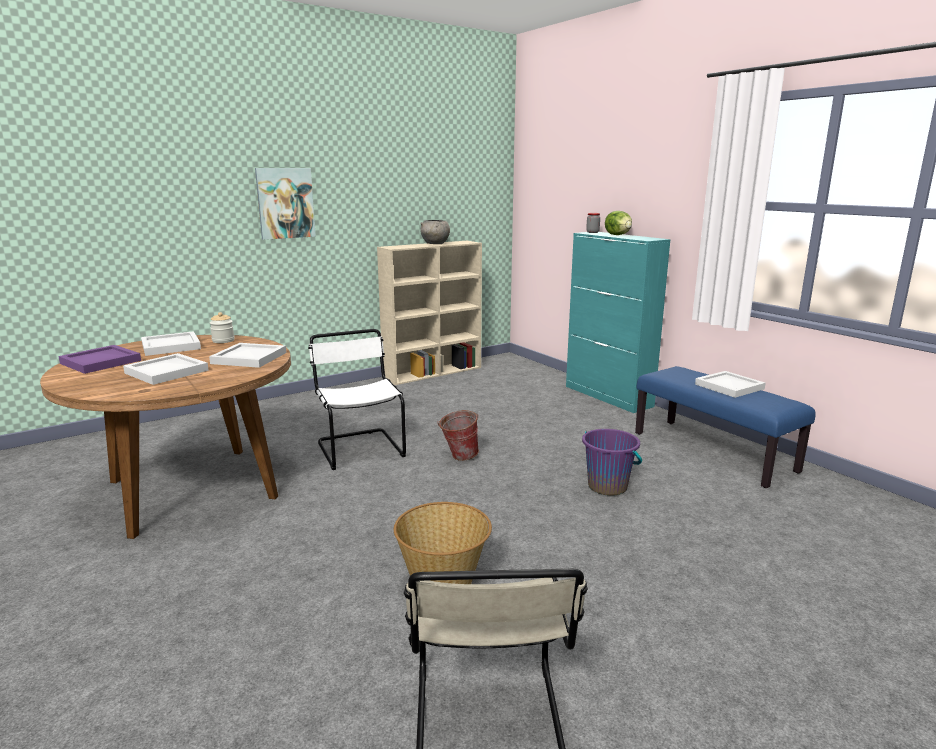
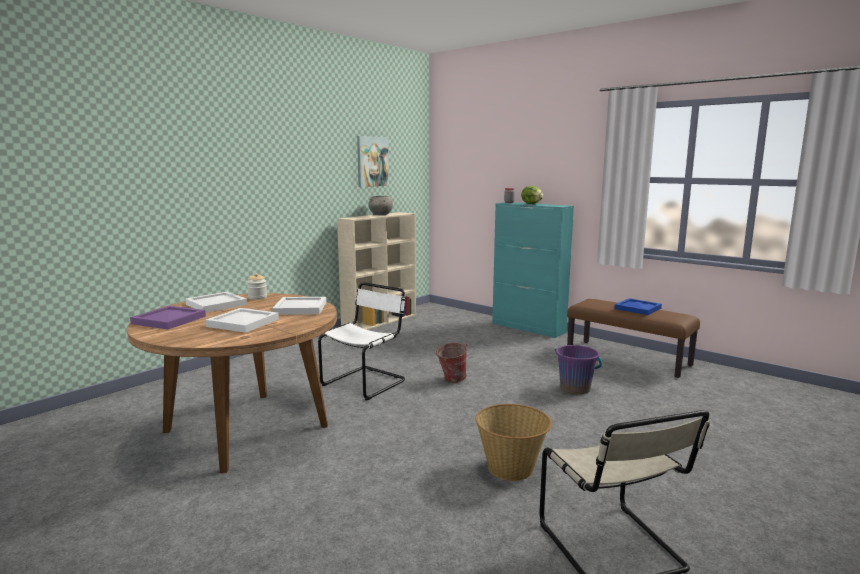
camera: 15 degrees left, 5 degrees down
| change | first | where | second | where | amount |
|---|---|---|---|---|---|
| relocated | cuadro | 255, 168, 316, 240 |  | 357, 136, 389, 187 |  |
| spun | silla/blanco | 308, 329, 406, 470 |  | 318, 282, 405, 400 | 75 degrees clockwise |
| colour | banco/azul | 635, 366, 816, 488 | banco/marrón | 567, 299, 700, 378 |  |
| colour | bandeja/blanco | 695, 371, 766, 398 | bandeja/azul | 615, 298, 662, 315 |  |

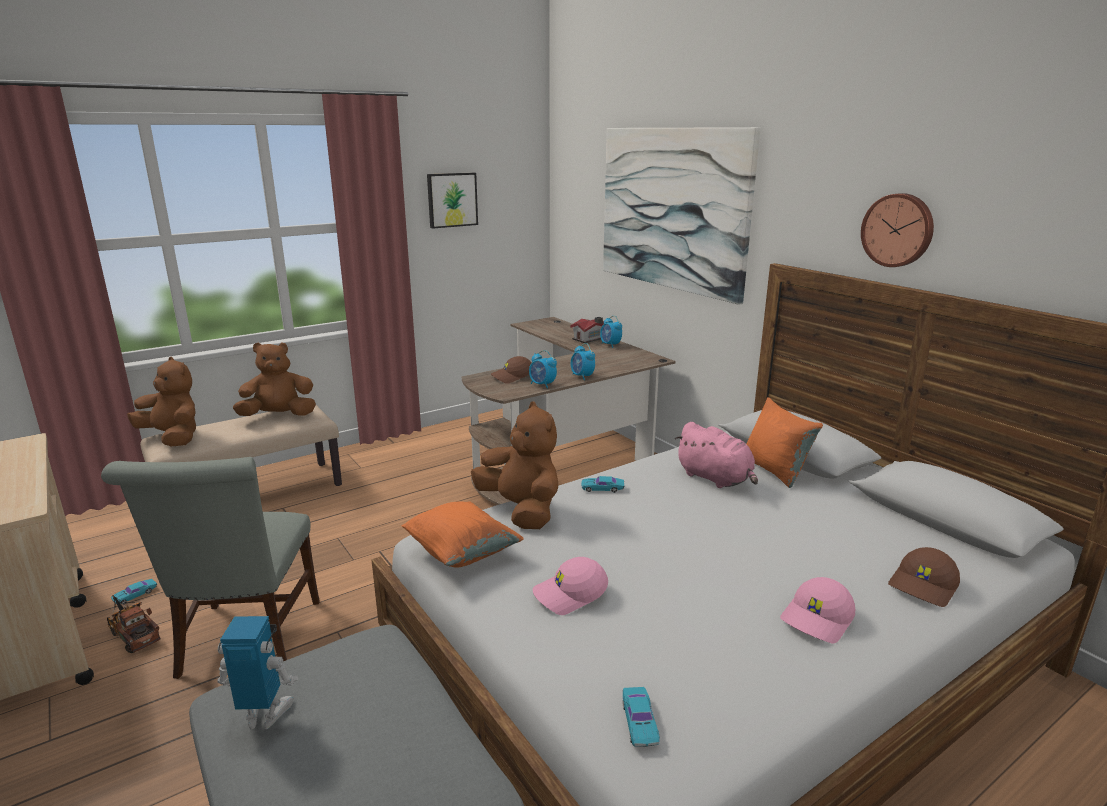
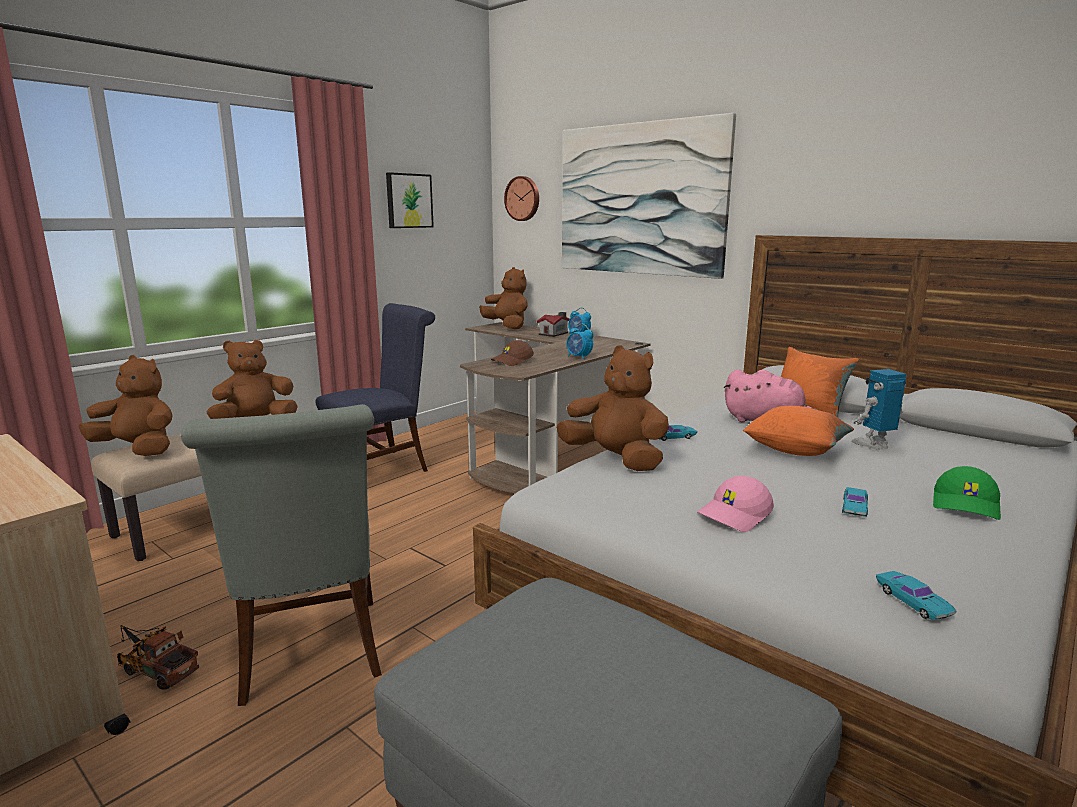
camera: 15 degrees left, 5 degrees down
| change | first | where | second | where | amount |
|---|---|---|---|---|---|
| relocated | coche de juguete/turquesa | 111, 579, 157, 605 |  | 842, 487, 868, 517 |  |
| relocated | robot de juguete | 217, 616, 298, 730 |  | 851, 369, 907, 450 |  |
| relocated | cojín/naranja | 402, 501, 524, 567 |  | 743, 406, 854, 456 |  |
| missing | despertador | 529, 350, 557, 389 |  |  |  |
| colour | gorra/rosa | 780, 577, 855, 643 | gorra/verde | 933, 466, 1001, 520 |  |
| relocated | reloj de pared | 861, 193, 934, 267 |  | 504, 176, 539, 221 |  |
| missing | gorra/marrón | 888, 547, 960, 607 |  |  |  |
| appeared |  |  | silla/azul | 315, 303, 435, 472 |  |
| appeared |  |  | peluche/marrón | 479, 267, 528, 329 |  |

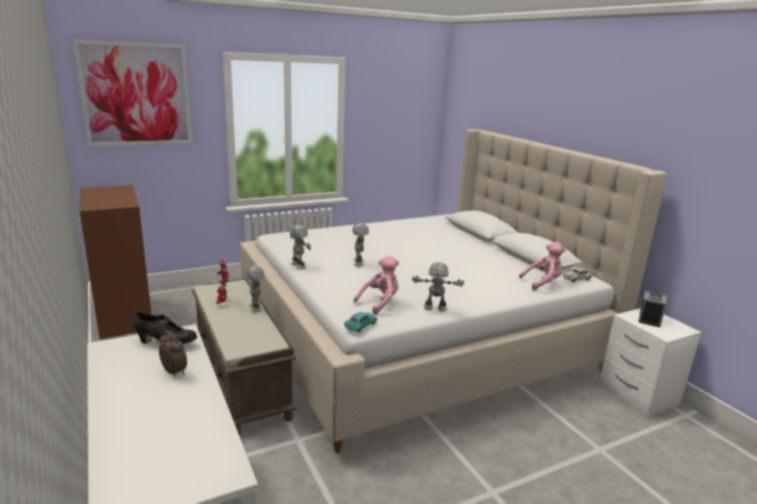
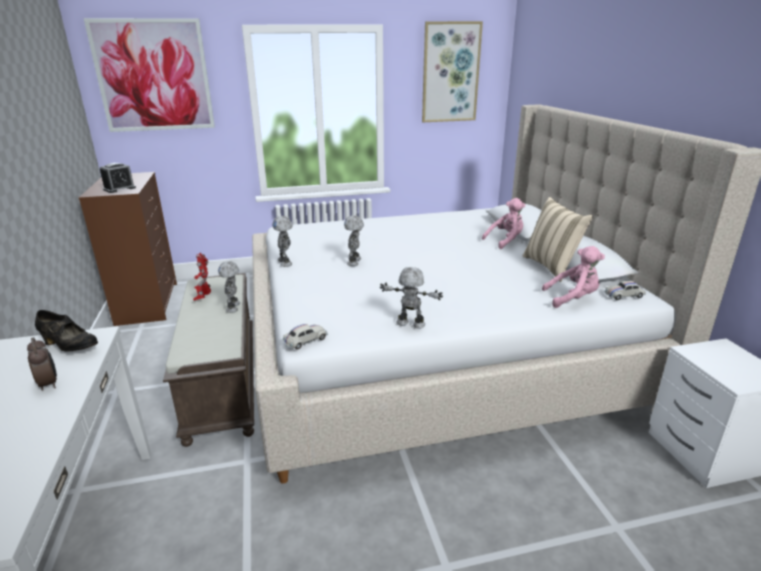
camera: 15 degrees right, 5 degrees up
| change | first | where | second | where | amount |
|---|---|---|---|---|---|
| colour | coche de juguete/turquesa | 344, 312, 377, 333 | coche de juguete/blanco | 283, 324, 328, 350 |  |
| relocated | peluche/rosa | 354, 256, 399, 315 |  | 482, 198, 526, 249 |  |
| relocated | despertador | 638, 291, 667, 327 |  | 100, 163, 136, 193 |  |
| appeared |  |  | cuadro | 422, 21, 483, 122 |  |
| appeared |  |  | cojín/beis | 522, 197, 593, 282 |  |

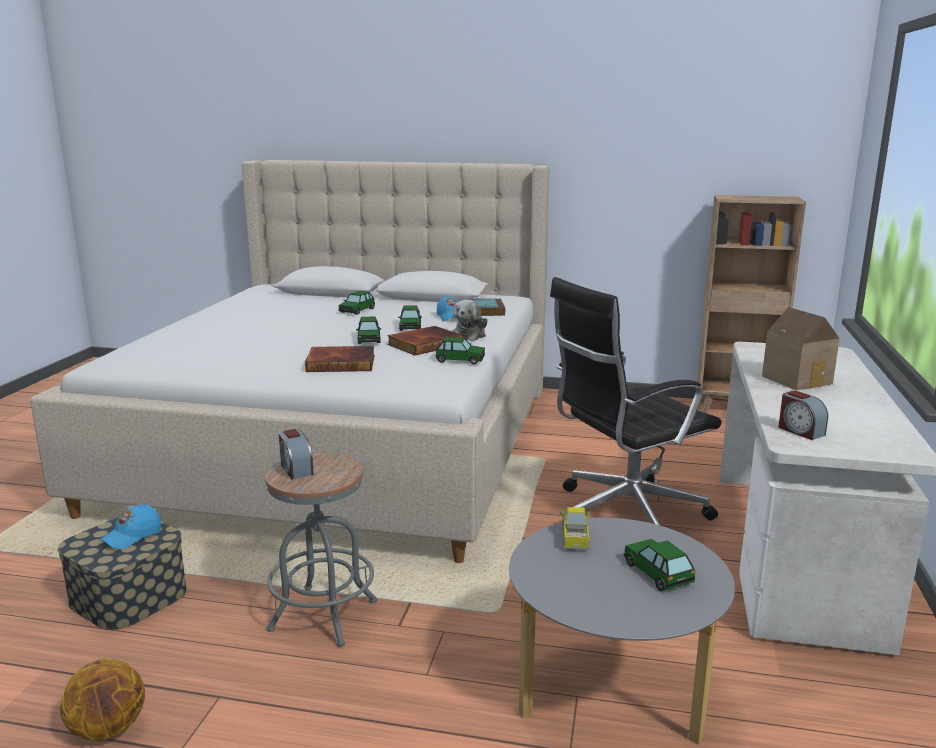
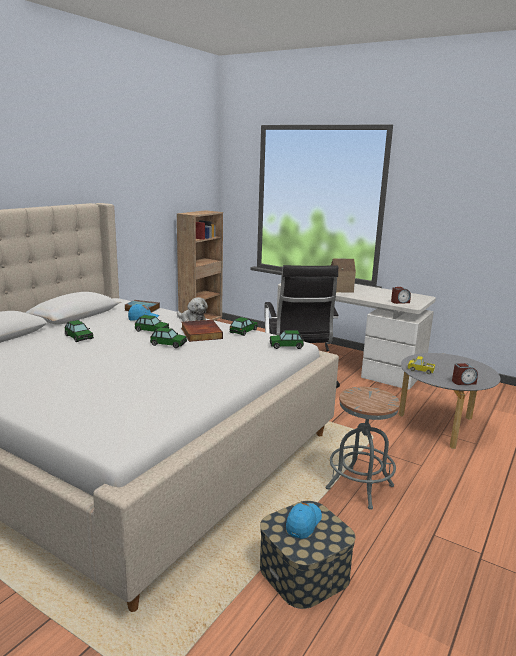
camera: 70 degrees left, 0 degrees up
| change | first | where | second | where | amount |
|---|---|---|---|---|---|
| missing | balón de baloncesto | 60, 658, 145, 741 |  |  |  |
| spun | gorra/azul | 100, 505, 161, 549 |  | 286, 503, 322, 539 | 120 degrees counterclockwise |
| relocated | despertador | 279, 429, 314, 479 |  | 452, 363, 478, 385 |  |
| missing | libro | 305, 346, 375, 372 |  |  |  |
| relocated | coche de juguete | 624, 539, 695, 591 |  | 270, 330, 304, 349 |  |

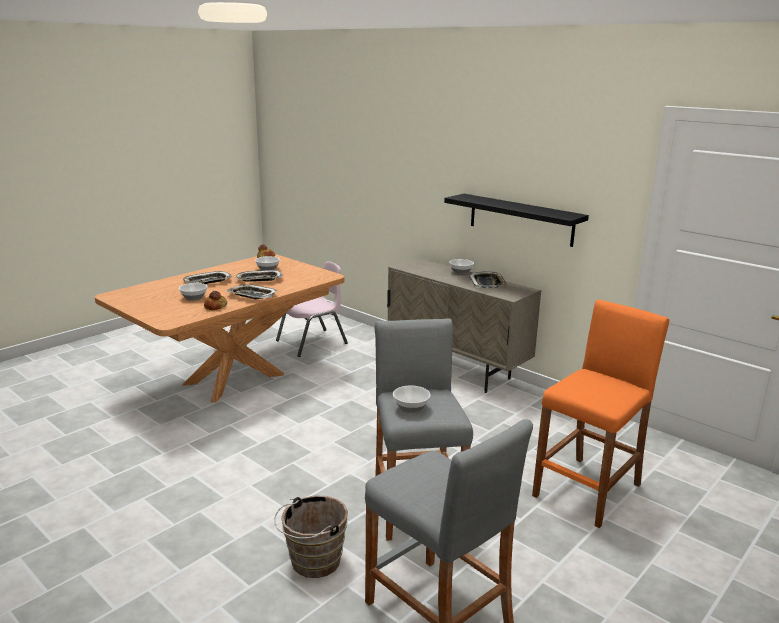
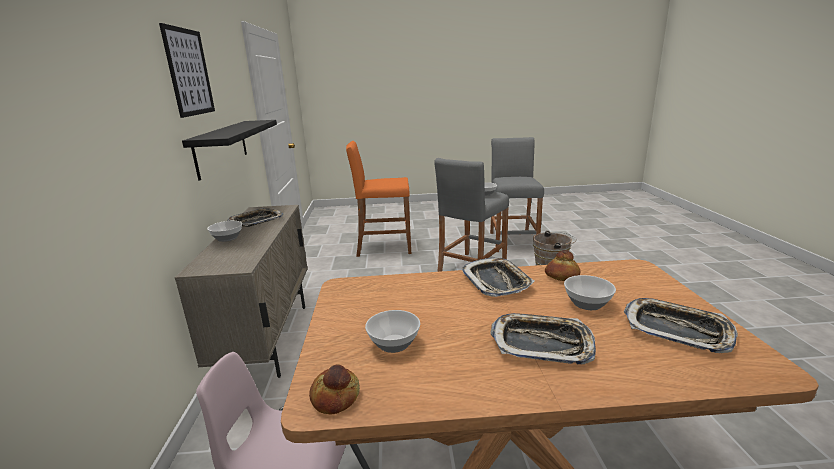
camera: 135 degrees left, 0 degrees up
| change | first | where | second | where | amount |
|---|---|---|---|---|---|
| relocated | bandeja | 236, 270, 283, 282 |  | 624, 298, 738, 353 |  |
| appeared |  |  | cuadro | 159, 23, 215, 118 |  |

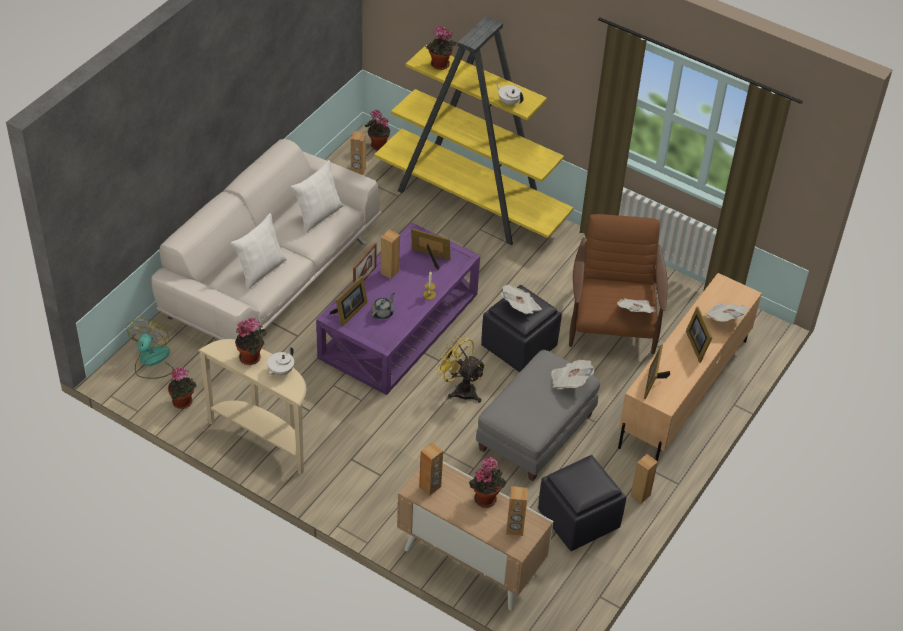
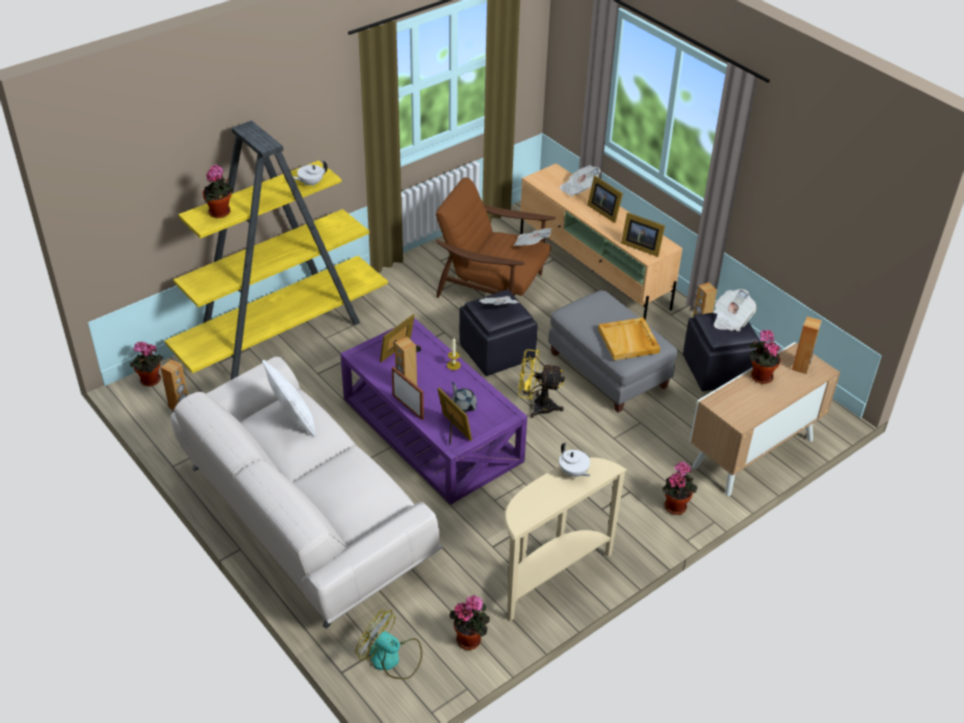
camera: 70 degrees left, 5 degrees down
| change | first | where | second | where | amount |
|---|---|---|---|---|---|
| missing | cojín/blanco | 231, 214, 287, 289 |  |  |  |
| relocated | planta en maceta | 235, 318, 267, 365 |  | 662, 462, 697, 515 |  |
| missing | altavoz/marrón | 419, 442, 443, 496 |  |  |  |
| spun | ventilador/amarillo | 435, 336, 486, 403 |  | 518, 349, 565, 418 | 45 degrees clockwise |
| relocated | periódico | 551, 360, 594, 389 |  | 714, 289, 756, 331 |  |
| spun | portarretratos | 686, 306, 712, 363 |  | 587, 176, 623, 223 | 45 degrees clockwise |
| appeared |  |  | bandeja/beis | 598, 317, 660, 360 |  |

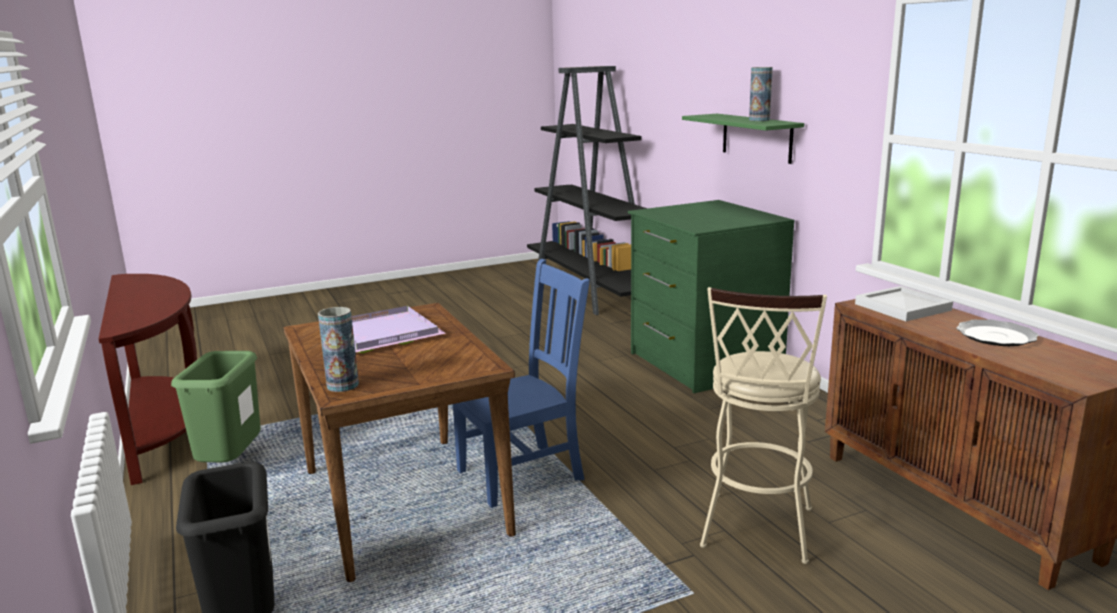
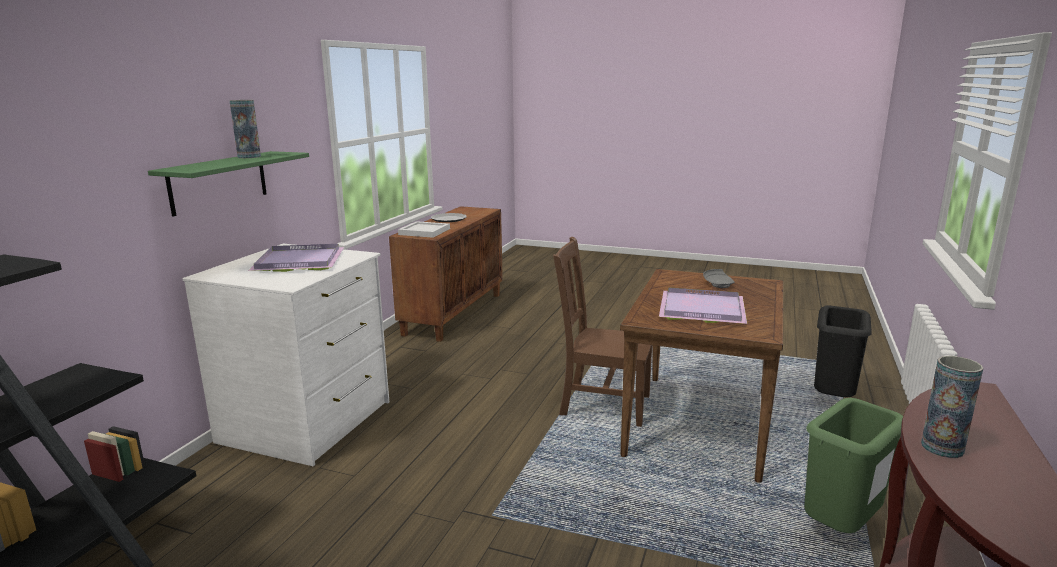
camera: 135 degrees left, 0 degrees up
| change | first | where | second | where | amount |
|---|---|---|---|---|---|
| relocated | florero | 318, 307, 359, 392 |  | 921, 356, 983, 458 |  |
| colour | silla/azul | 453, 259, 590, 508 | silla/marrón | 553, 237, 652, 427 |  |
| colour | cómoda/verde | 628, 200, 795, 393 | cómoda/blanco | 182, 244, 389, 466 |  |
| missing | taburete/beis | 700, 287, 827, 564 |  |  |  |
| appeared |  |  | bandeja/morado | 248, 244, 344, 272 |  |
| appeared |  |  | plato/gris | 703, 269, 735, 288 |  |

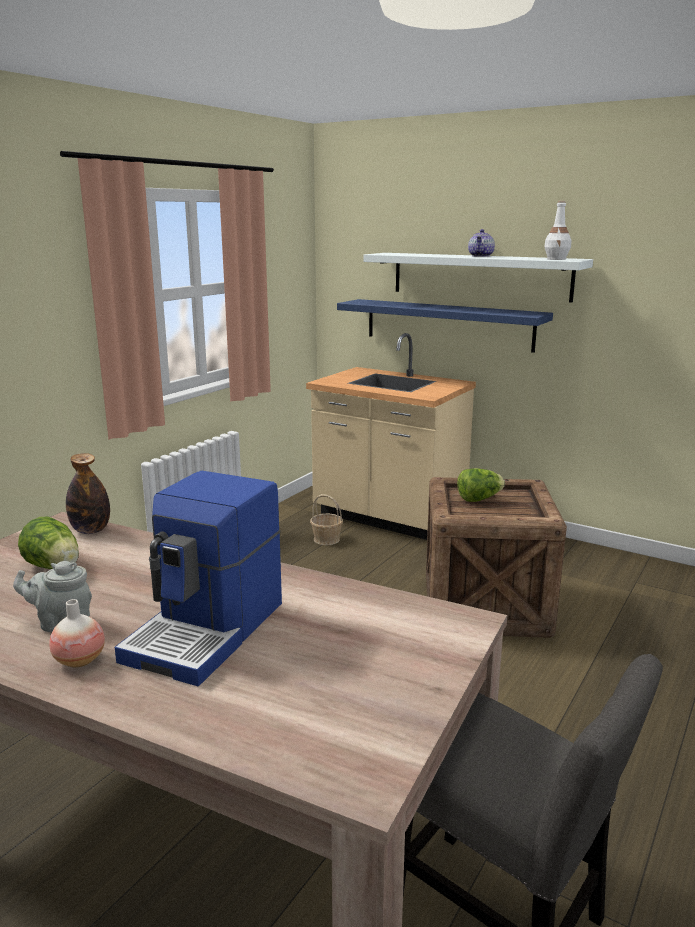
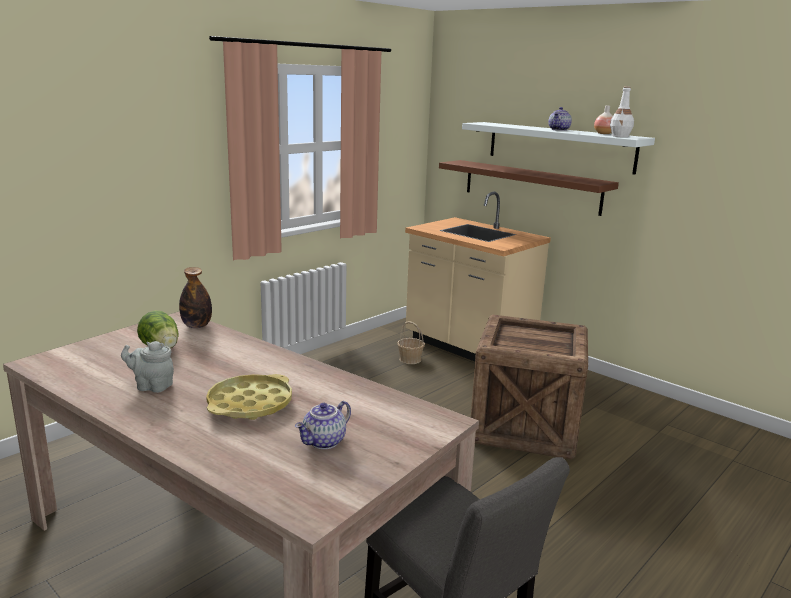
camera: 10 degrees right, 0 degrees up
| change | first | where | second | where | amount |
|---|---|---|---|---|---|
| relocated | florero | 49, 599, 105, 668 |  | 594, 106, 613, 134 |  |
| exchanged | cafetera | 115, 471, 282, 686 | bandeja/amarillo | 206, 374, 292, 420 |  |
| colour | estante/azul | 337, 299, 553, 353 | estante/marrón | 439, 160, 619, 216 |  |
| missing | lechuga | 457, 468, 505, 502 |  |  |  |
| appeared |  |  | tetera | 295, 401, 351, 449 |  |

